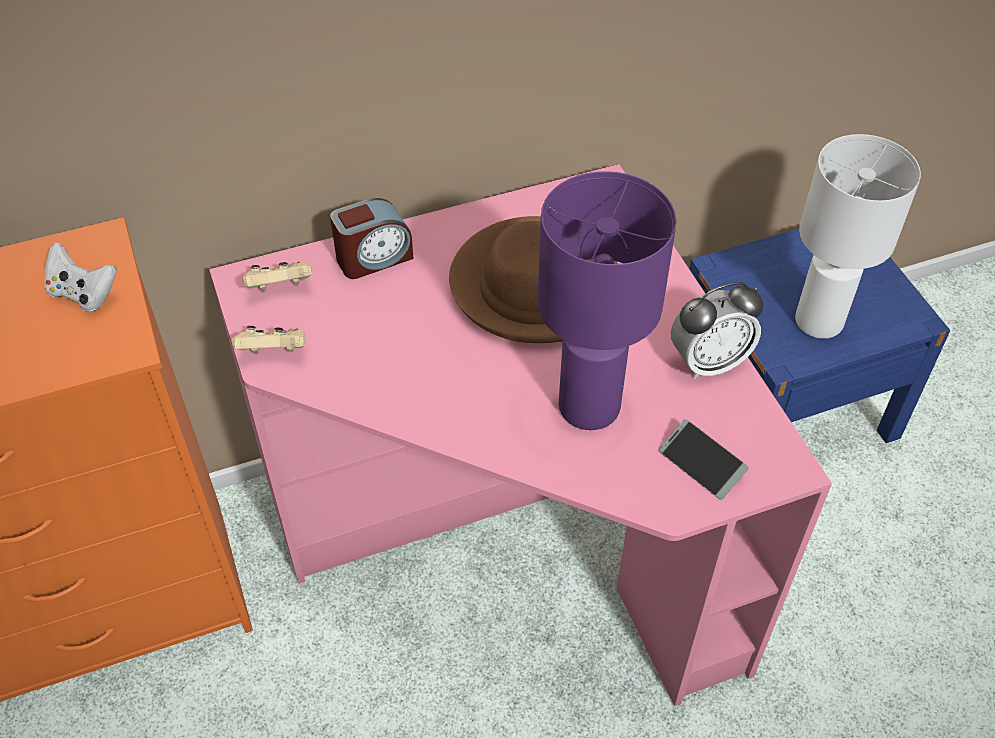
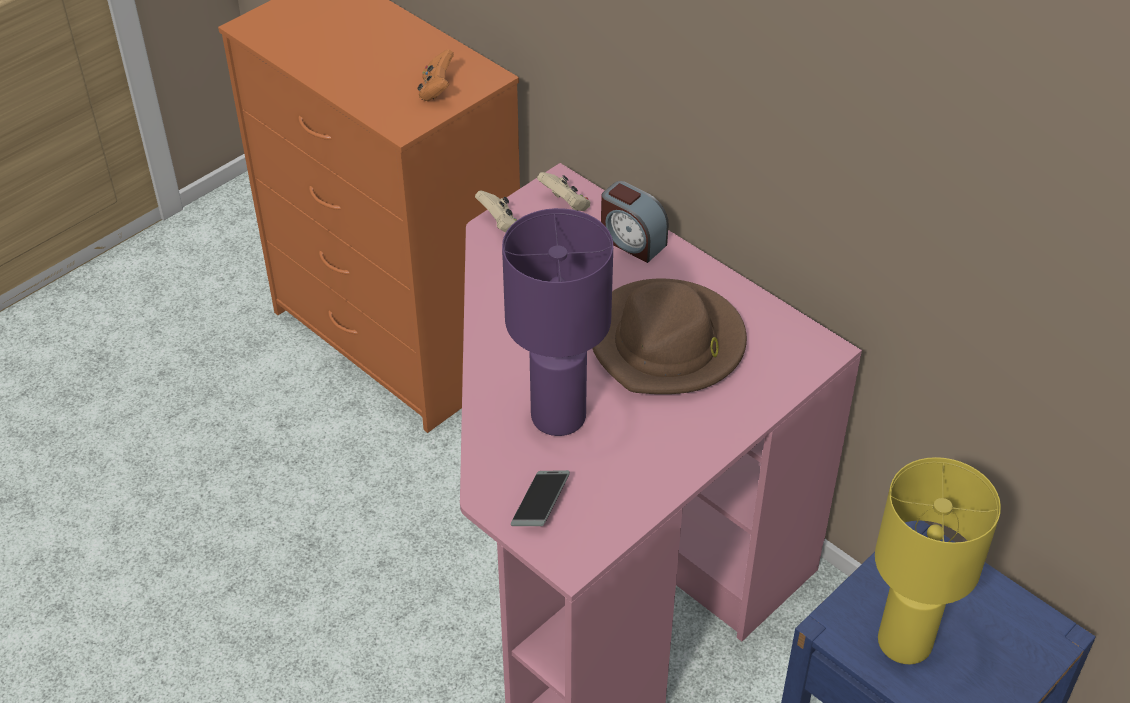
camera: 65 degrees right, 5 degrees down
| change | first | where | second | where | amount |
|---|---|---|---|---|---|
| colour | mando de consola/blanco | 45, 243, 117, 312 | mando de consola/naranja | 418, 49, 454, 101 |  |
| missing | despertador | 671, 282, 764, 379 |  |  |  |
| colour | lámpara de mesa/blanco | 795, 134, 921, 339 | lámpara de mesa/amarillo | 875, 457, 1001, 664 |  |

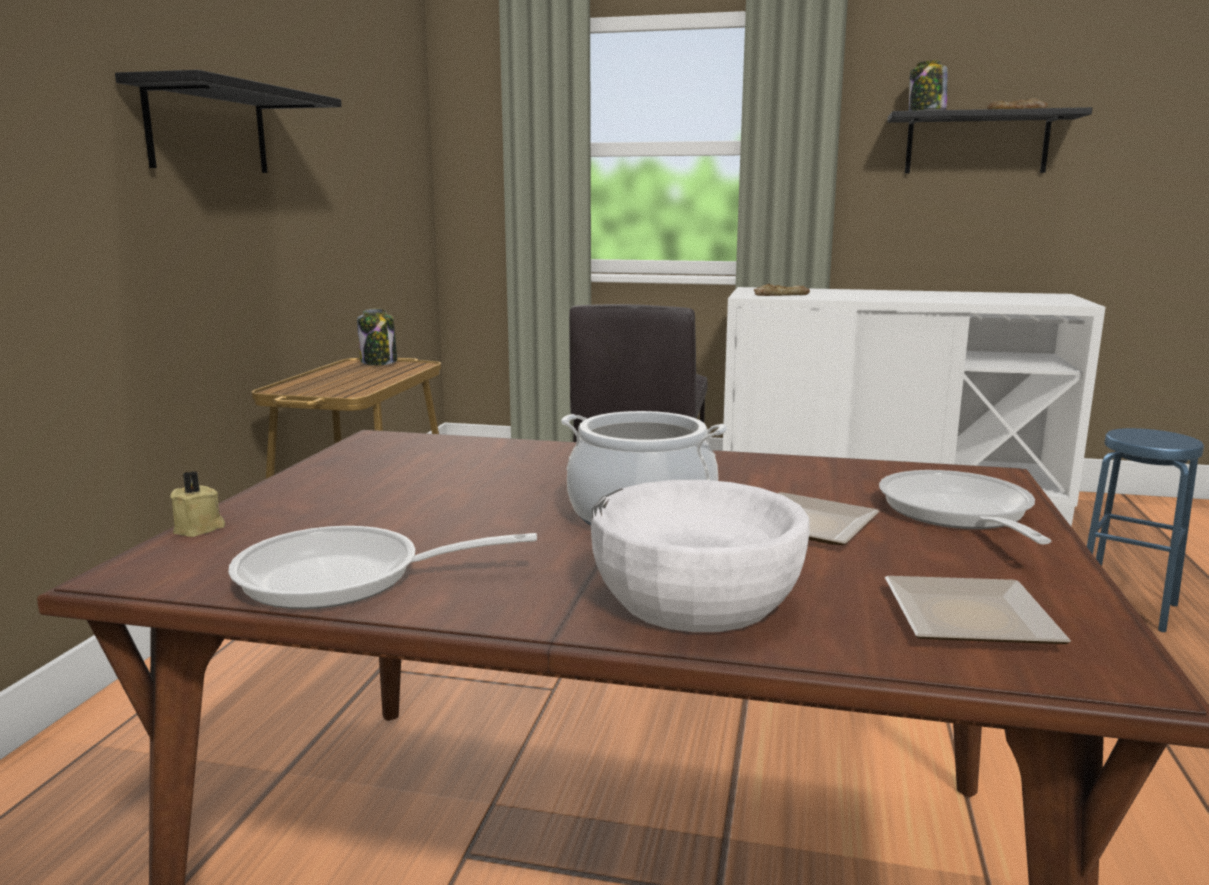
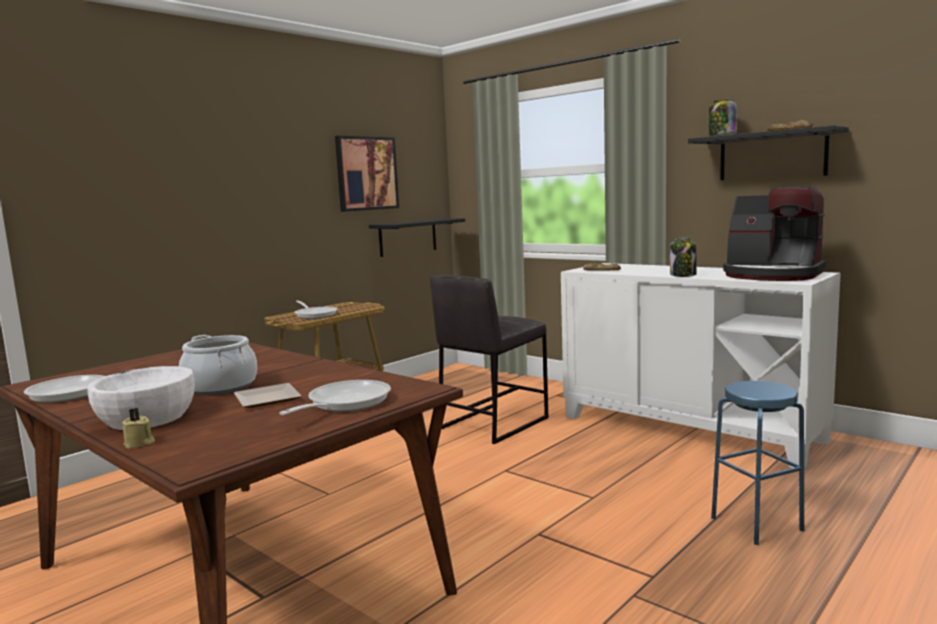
camera: 30 degrees right, 5 degrees down
| change | first | where | second | where | amount |
|---|---|---|---|---|---|
| relocated | estante/negro | 115, 70, 342, 173 |  | 369, 218, 465, 257 |  |
| relocated | vela/beis | 170, 471, 225, 537 |  | 122, 408, 155, 449 |  |
| relocated | tarro | 357, 309, 397, 365 |  | 670, 238, 697, 277 |  |
| missing | plato | 885, 576, 1071, 644 |  |  |  |
| appeared |  |  | sartén | 295, 300, 338, 319 |  |
| appeared |  |  | cuadro | 335, 136, 399, 212 |  |
| appeared |  |  | cafetera | 723, 186, 826, 281 |  |

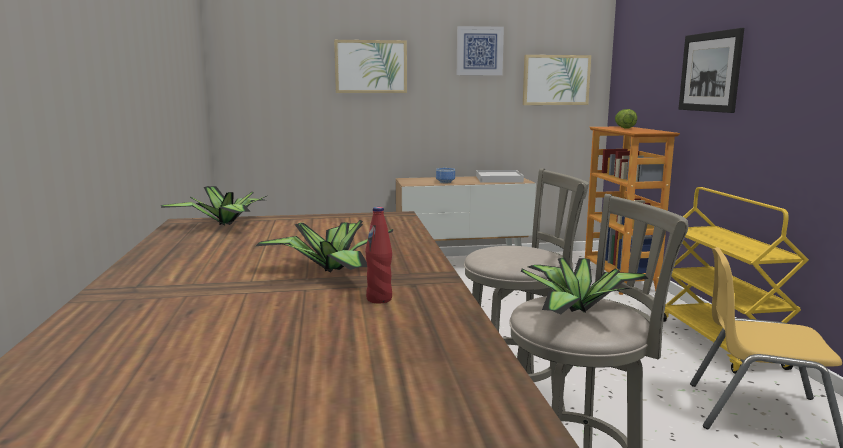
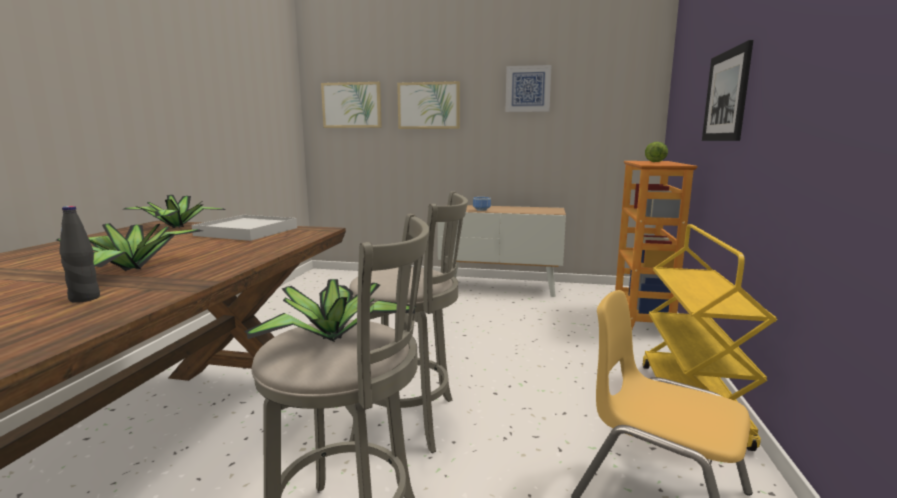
camera: 20 degrees right, 0 degrees up
| change | first | where | second | where | amount |
|---|---|---|---|---|---|
| colour | botella/rojo | 365, 207, 392, 304 | botella/negro | 59, 206, 100, 303 |  |
| relocated | bandeja/blanco | 476, 170, 524, 183 |  | 192, 215, 297, 241 |  |
| relocated | cuadro | 523, 55, 591, 105 |  | 321, 82, 382, 128 |  |

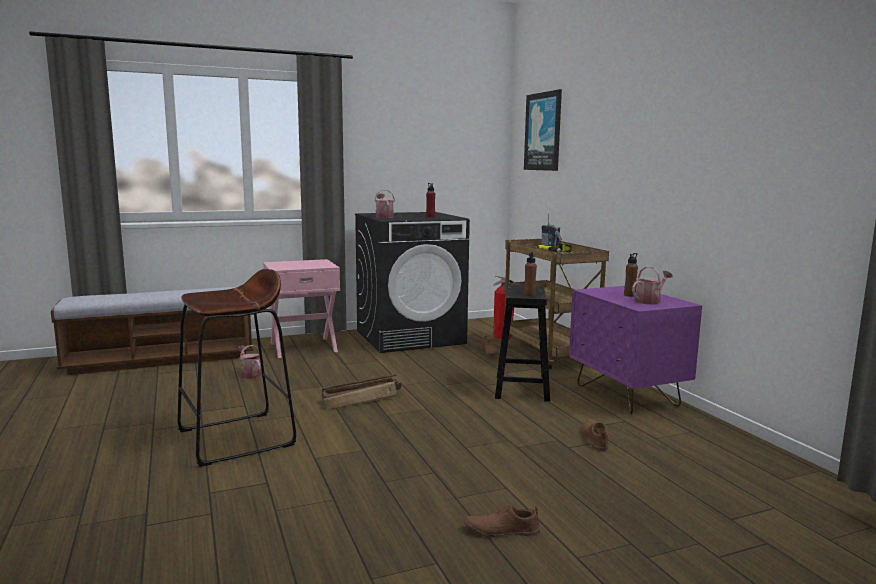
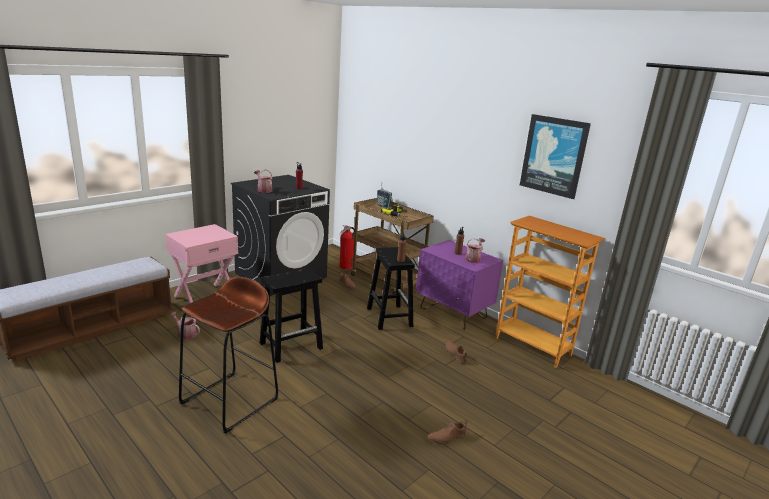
camera: 25 degrees left, 10 degrees up
| change | first | where | second | where | amount |
|---|---|---|---|---|---|
| exchanged | caja de embalaje | 322, 374, 401, 410 | taburete/negro | 260, 268, 323, 363 |  |
| relocated | cuadro | 524, 89, 562, 171 |  | 520, 114, 591, 199 |  |
| appeared |  |  | estantería | 495, 216, 606, 368 |  |

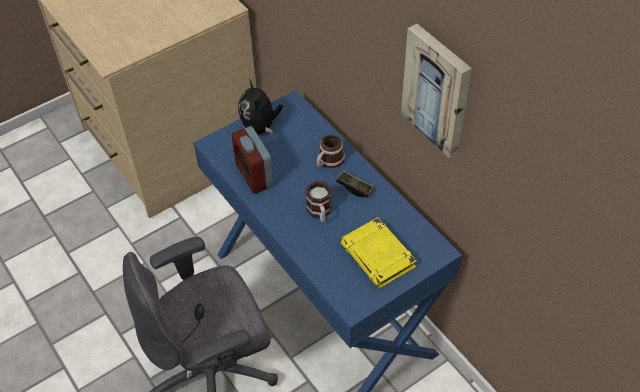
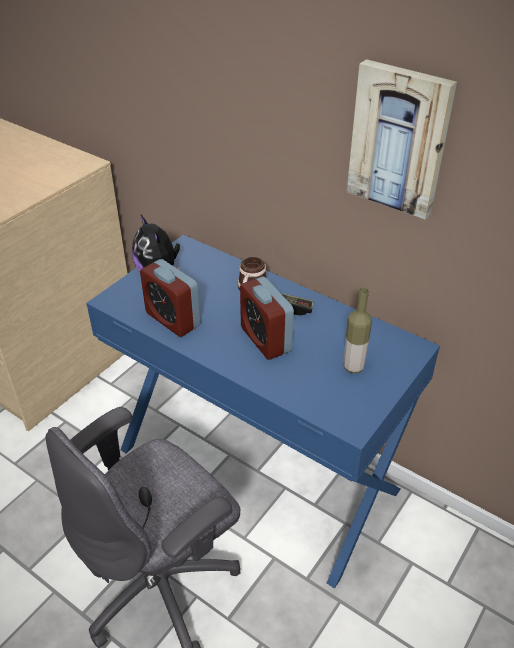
camera: 20 degrees left, 10 degrees down
| change | first | where | second | where | amount |
|---|---|---|---|---|---|
| exchanged | taza grande | 306, 181, 332, 222 | despertador | 240, 277, 294, 360 |  |
| exchanged | libro/amarillo | 340, 217, 417, 289 | botella | 343, 287, 372, 374 |  |

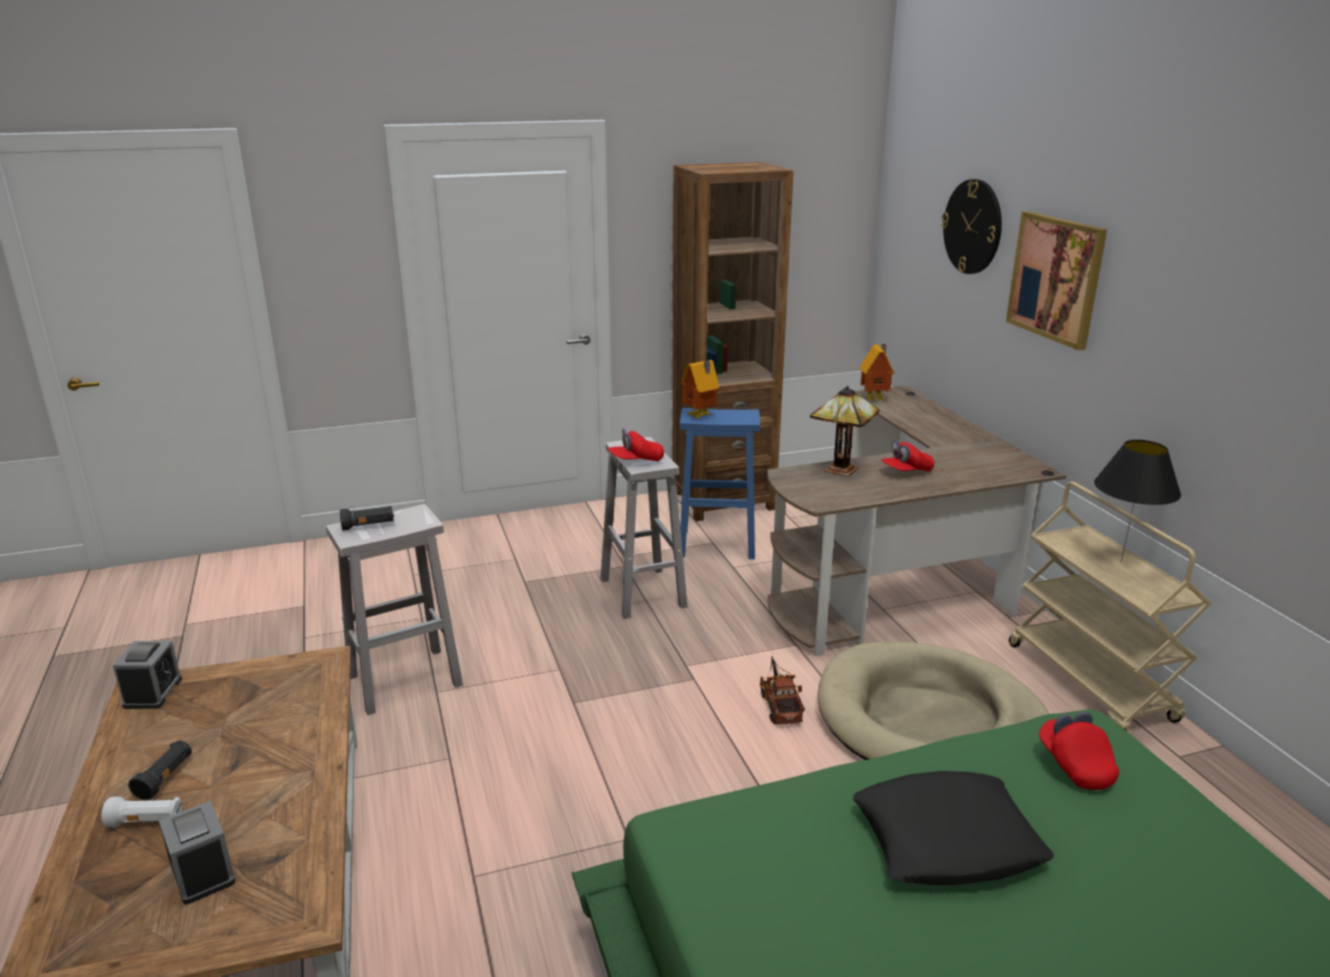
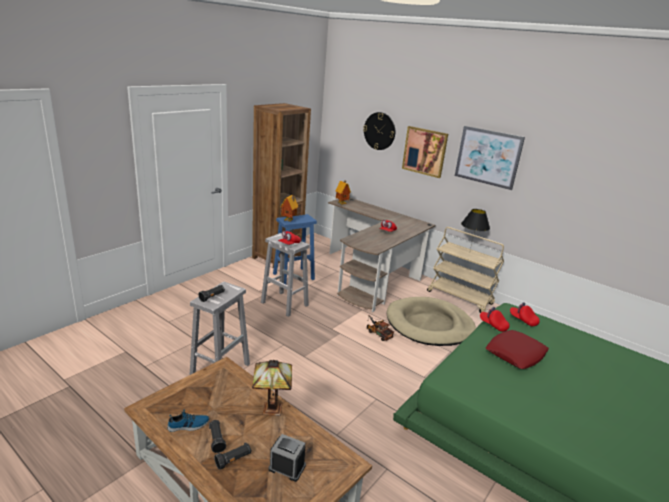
camera: 35 degrees left, 0 degrees up
| change | first | where | second | where | amount |
|---|---|---|---|---|---|
| colour | linterna/blanco | 101, 797, 182, 827 | linterna/negro | 214, 442, 252, 470 |  |
| missing | despertador | 113, 641, 182, 709 |  |  |  |
| relocated | lámpara de mesa | 810, 386, 879, 477 |  | 252, 360, 292, 416 |  |
| colour | cojín/negro | 853, 771, 1054, 885 | cojín/rojo | 486, 330, 549, 369 |  |
| appeared |  |  | zapato | 167, 410, 209, 432 |  |
| appeared |  |  | cuadro | 455, 126, 525, 190 |  |
| appeared |  |  | gorra/rojo | 480, 307, 510, 332 |  |

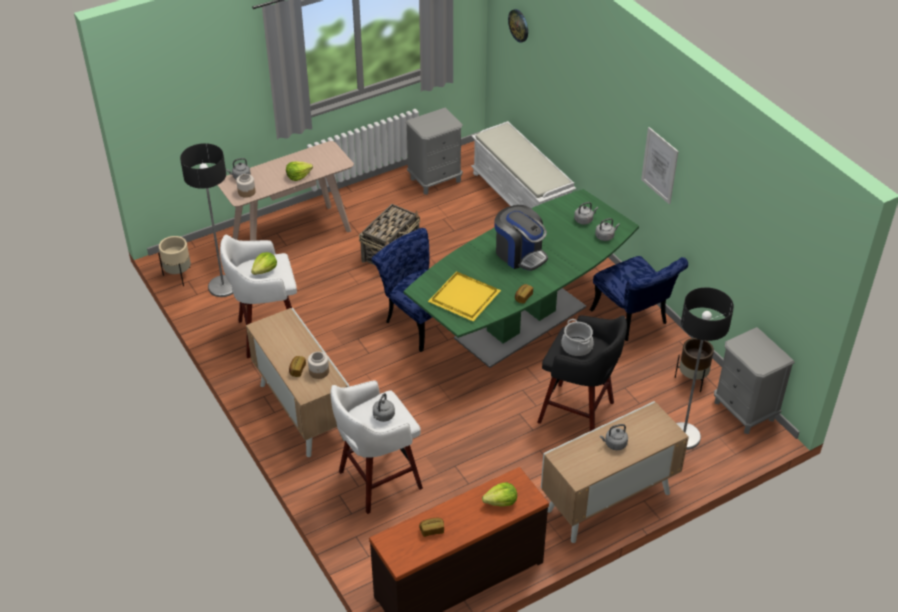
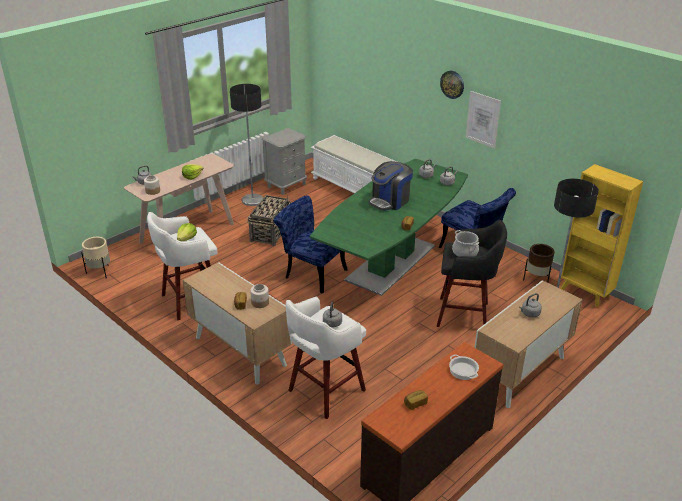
camera: 15 degrees left, 10 degrees down
| change | first | where | second | where | amount |
|---|---|---|---|---|---|
| relocated | lámpara de pie | 180, 143, 233, 297 |  | 230, 84, 263, 206 |  |
| missing | bandeja/amarillo | 428, 272, 501, 321 |  |  |  |
| exchanged | lechuga | 482, 482, 517, 507 | olla | 449, 354, 479, 380 |  |
| spun | cafetera | 494, 205, 548, 271 |  | 368, 161, 413, 211 | 105 degrees clockwise |
| relocated | reloj de pared | 508, 9, 528, 43 |  | 440, 71, 464, 99 |  |
| exchanged | mesita de noche/gris | 714, 327, 795, 434 | estantería/amarillo | 560, 164, 643, 307 |  |

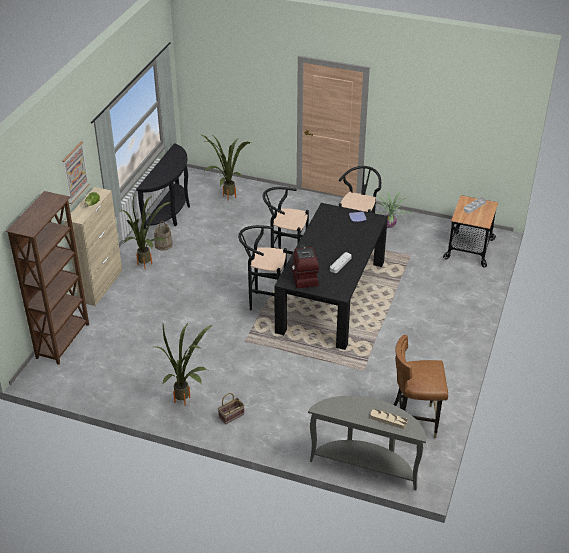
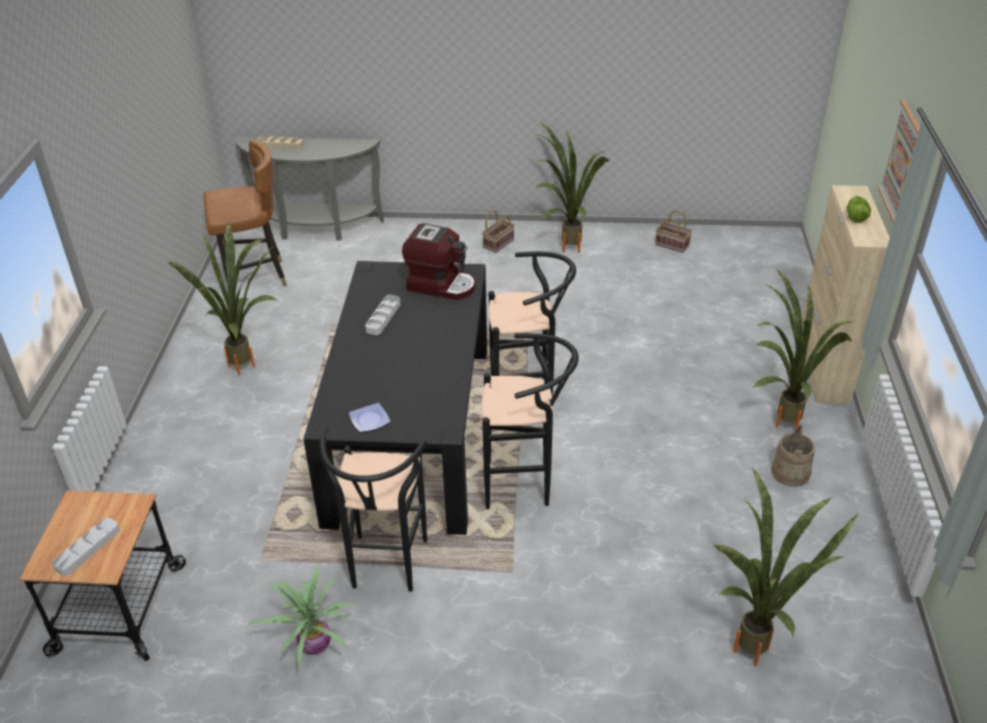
camera: 165 degrees right, 0 degrees up
| change | first | where | second | where | amount |
|---|---|---|---|---|---|
| missing | estantería/marrón | 6, 191, 89, 365 |  |  |  |
| missing | mesa consola/negro | 136, 143, 190, 230 |  |  |  |
| spun | cafetera | 291, 245, 319, 288 |  | 402, 223, 475, 300 | 45 degrees counterclockwise |
| appeared |  |  | planta en maceta | 167, 222, 278, 375 |  |
| appeared |  |  | cesta | 655, 210, 692, 253 |  |

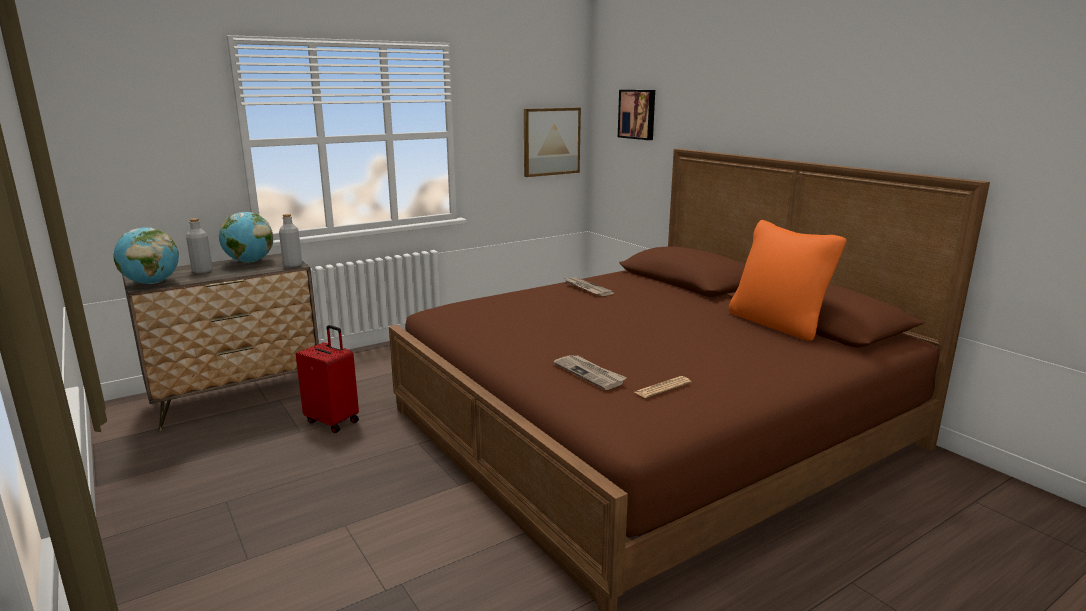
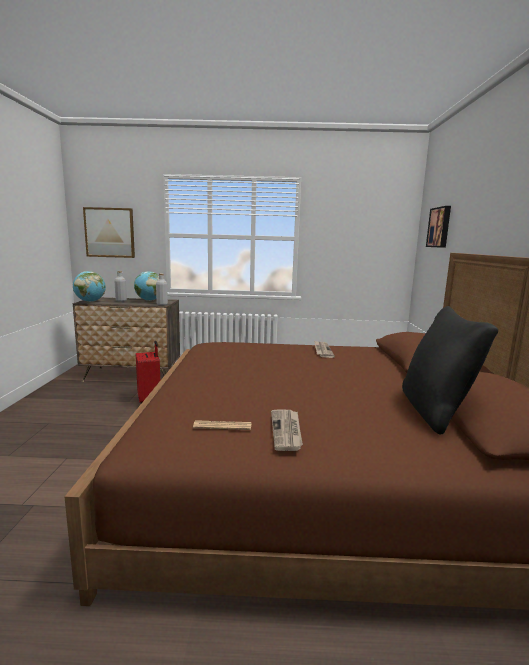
camera: 35 degrees right, 5 degrees down
| change | first | where | second | where | amount |
|---|---|---|---|---|---|
| relocated | cuadro | 524, 108, 581, 177 |  | 83, 207, 135, 258 |  |
| relocated | periódico | 554, 355, 627, 390 |  | 271, 409, 303, 451 |  |
| colour | cojín/naranja | 729, 220, 846, 341 | cojín/negro | 402, 306, 498, 434 |  |

